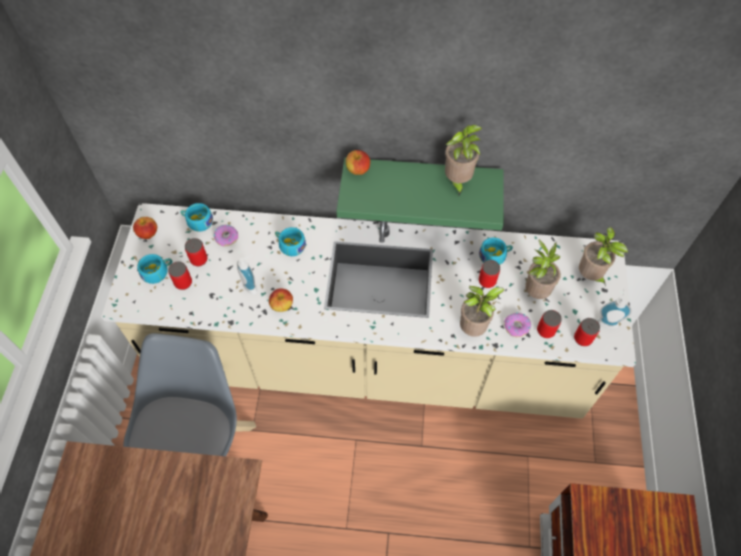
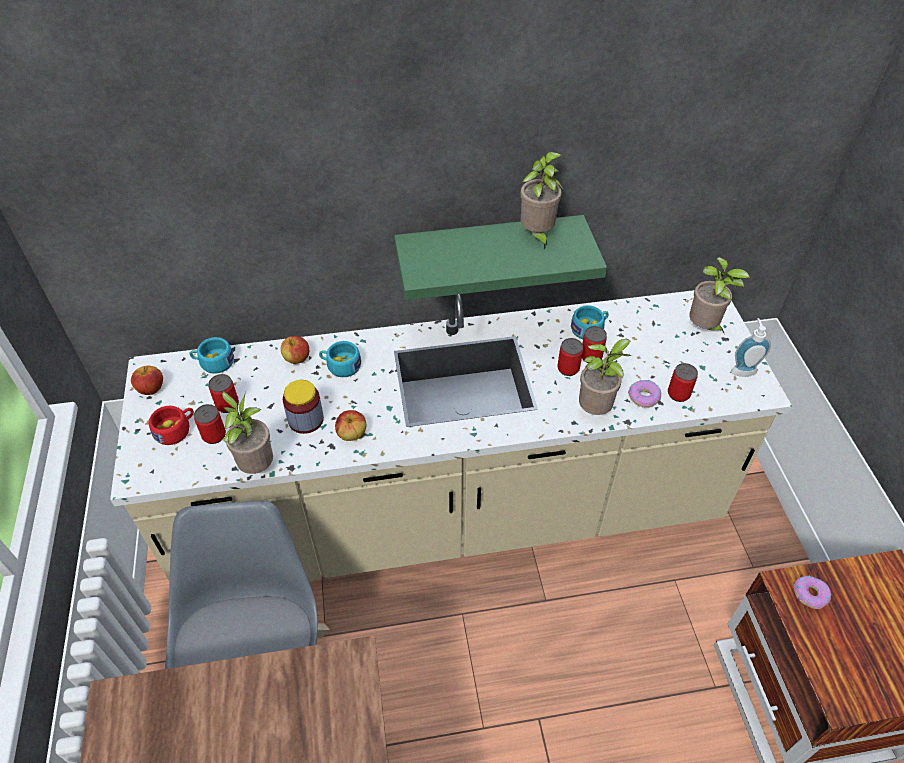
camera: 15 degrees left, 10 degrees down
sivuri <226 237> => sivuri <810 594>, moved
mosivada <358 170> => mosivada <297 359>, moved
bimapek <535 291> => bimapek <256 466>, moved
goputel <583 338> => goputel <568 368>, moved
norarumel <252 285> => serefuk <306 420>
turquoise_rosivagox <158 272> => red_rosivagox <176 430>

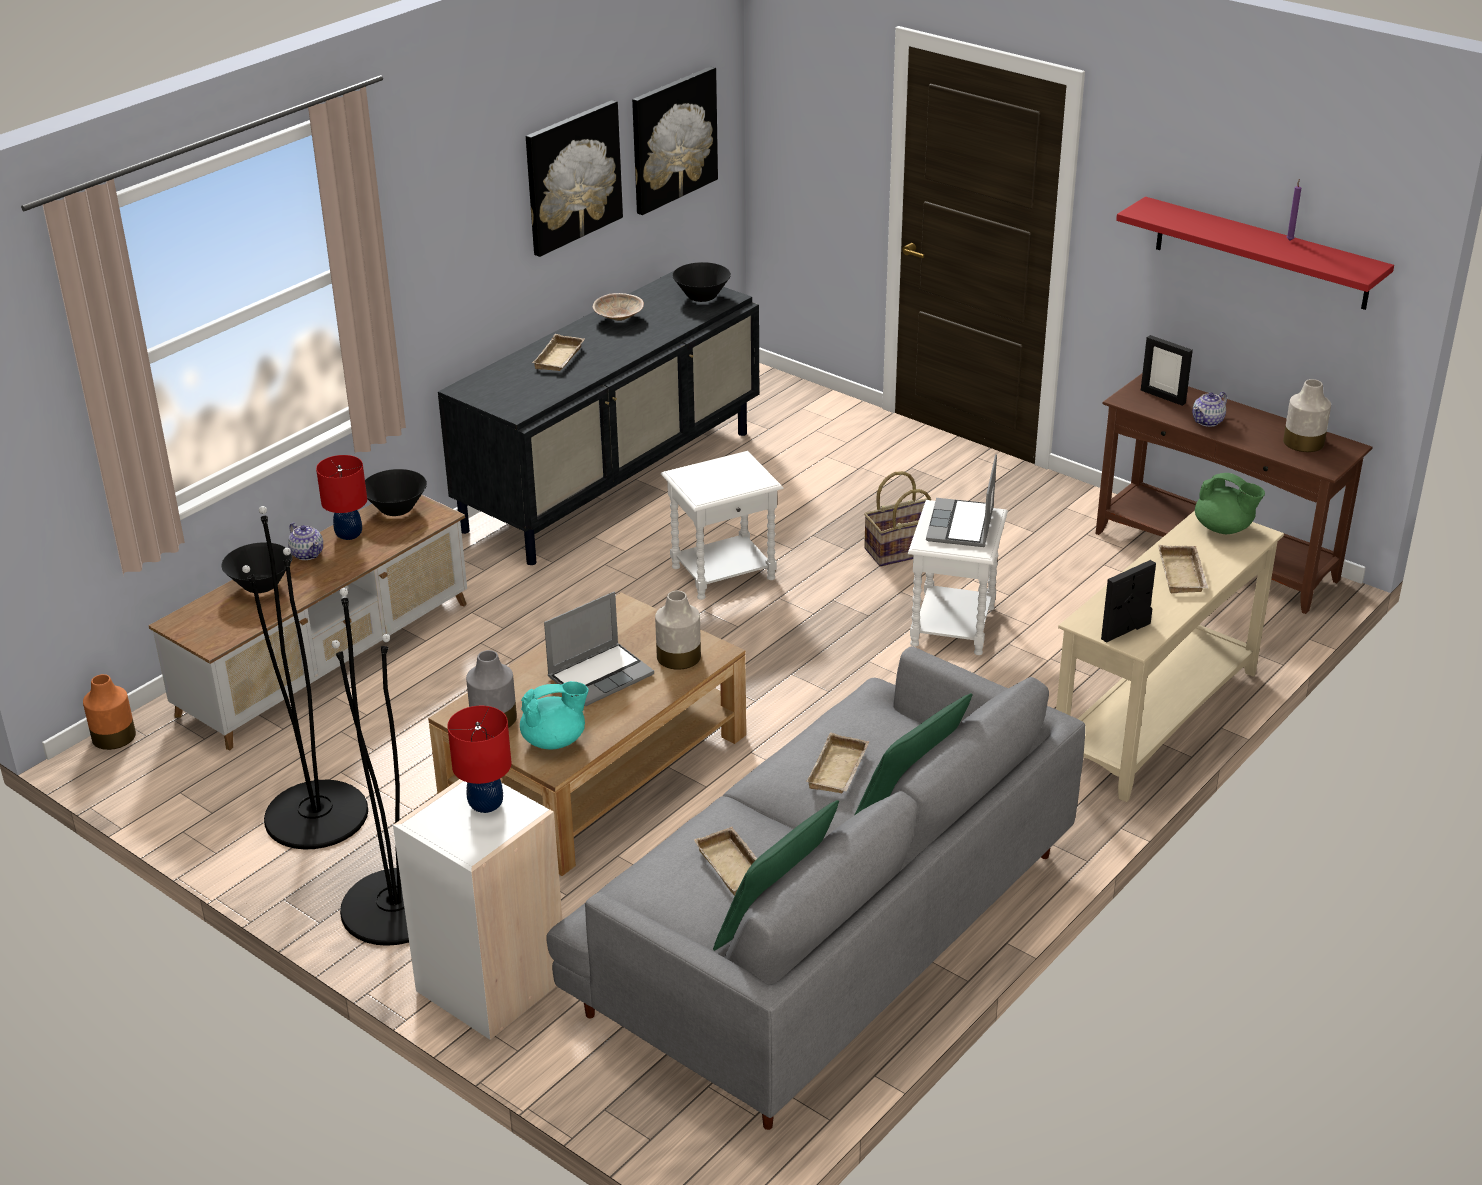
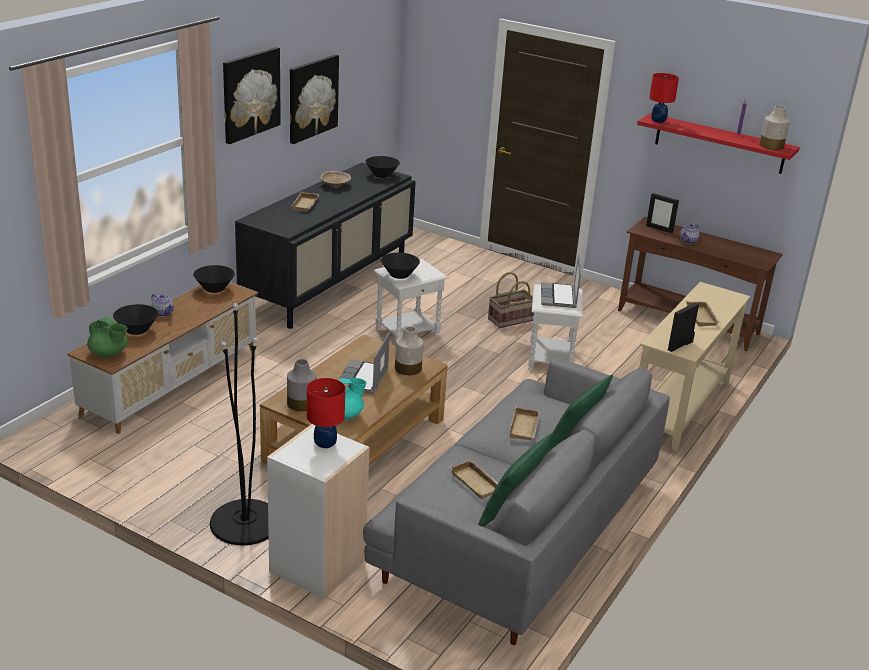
camera: 10 degrees left, 5 degrees down
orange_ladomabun <113 736> => nothing
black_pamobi <316 815> => nothing
nothing => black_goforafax <399 275>
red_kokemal <350 536> => red_kokemal <659 121>, moved
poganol <673 139> => poganol <250 94>, moved
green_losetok <1224 528> => green_losetok <109 353>, moved
beige_ladomabun <1304 442> => beige_ladomabun <771 145>, moved
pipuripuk <601 675> => pipuripuk <363 379>, 150 degrees clockwise

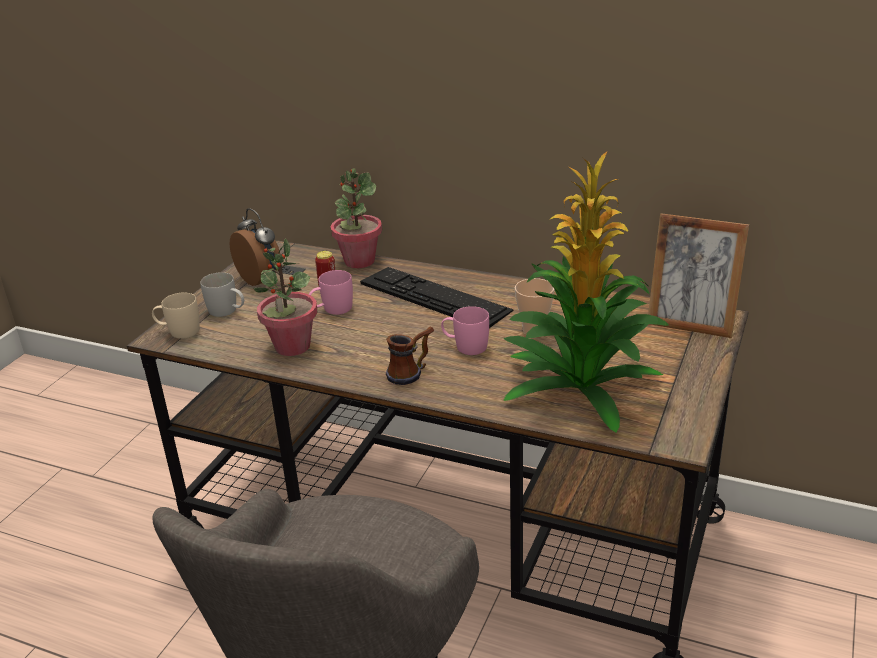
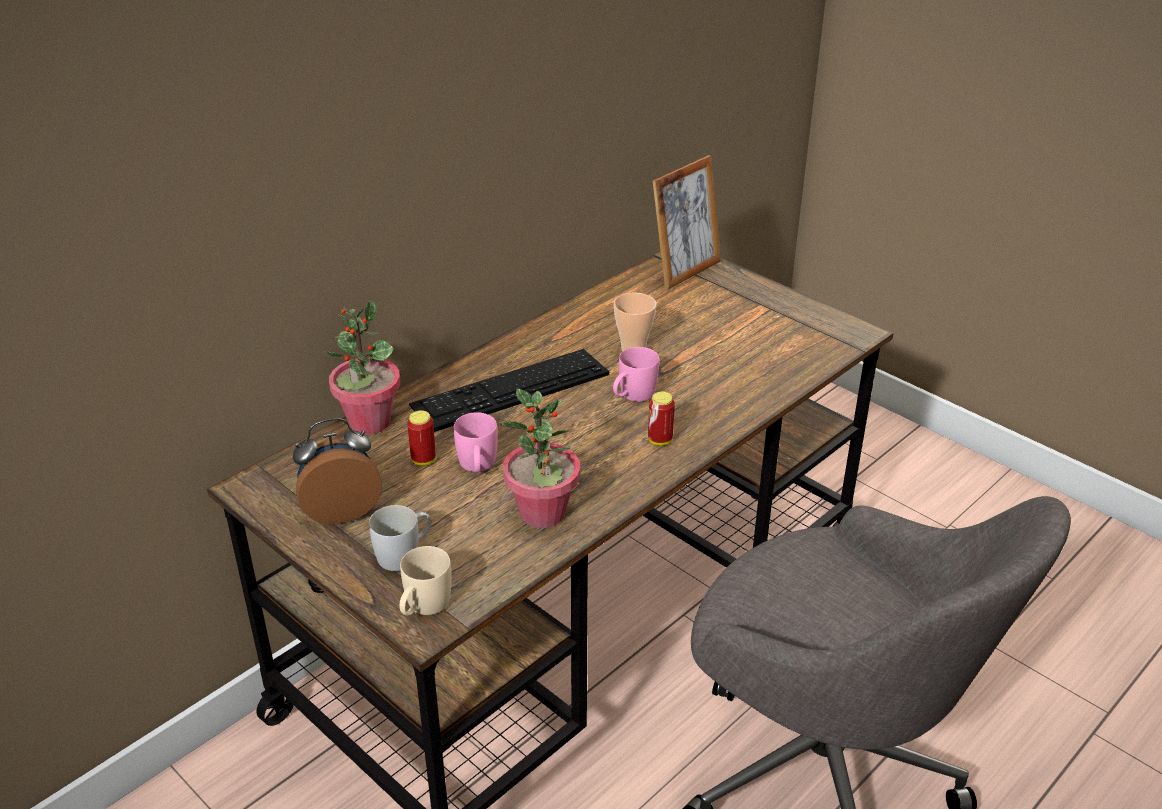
camera: 70 degrees left, 5 degrees up
bimapek <582 385> => nothing
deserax <411 372> => goputel <660 440>

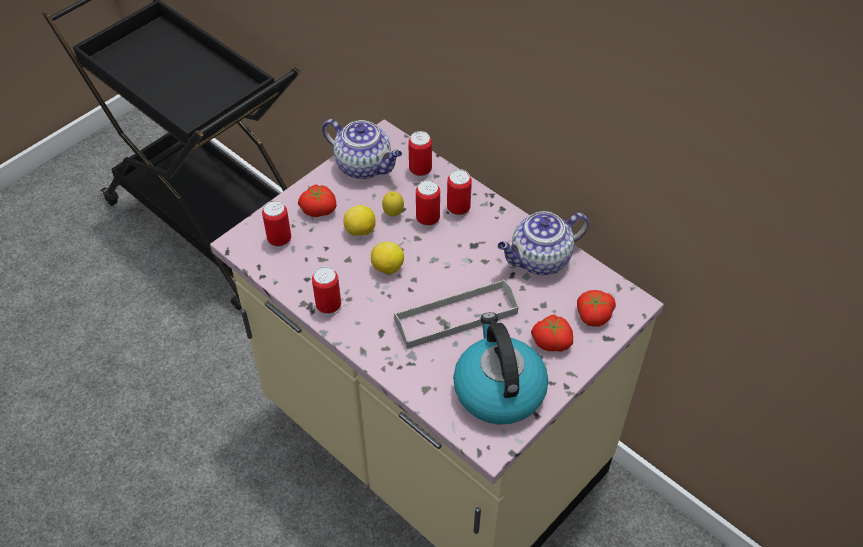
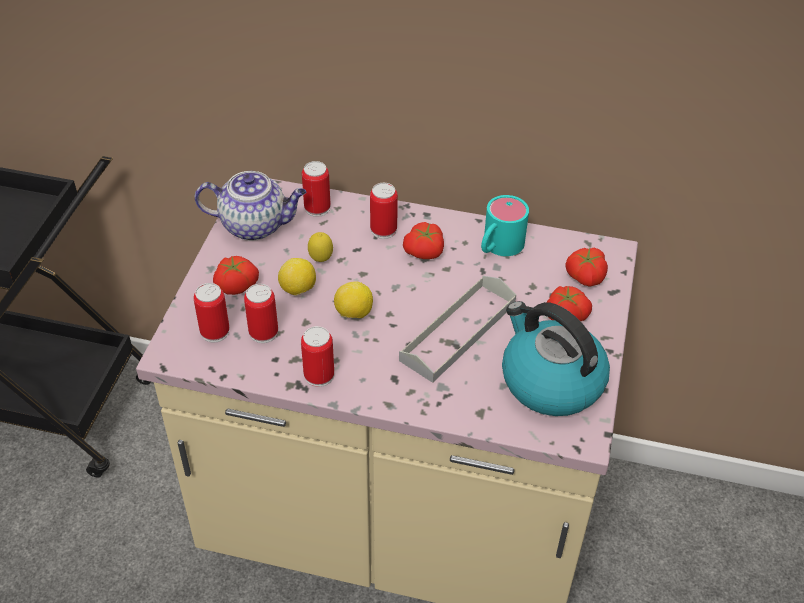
camera: 30 degrees left, 5 degrees down
nothing => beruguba <425 252>
goputel <428 219> => goputel <263 332>, moved
losetok <539 260> => turquoise_deserax <498 247>

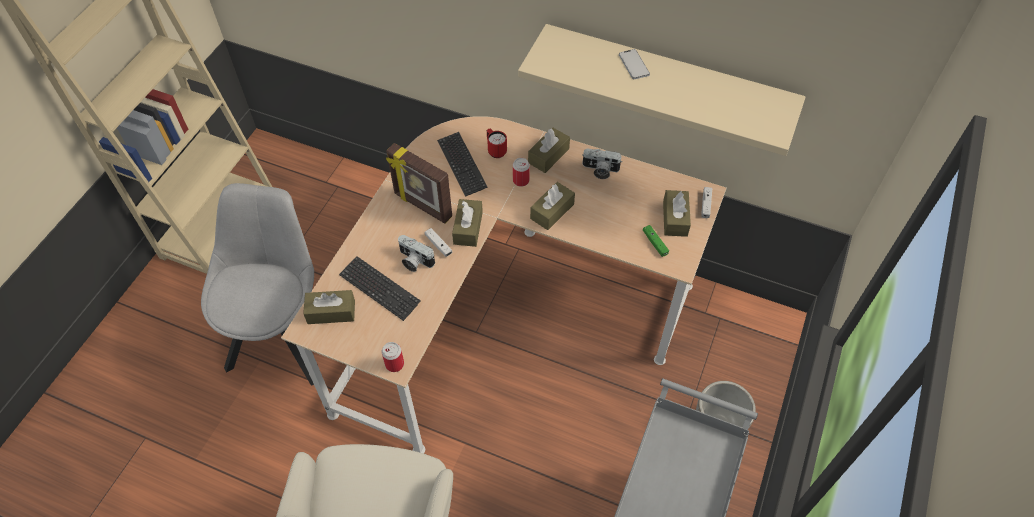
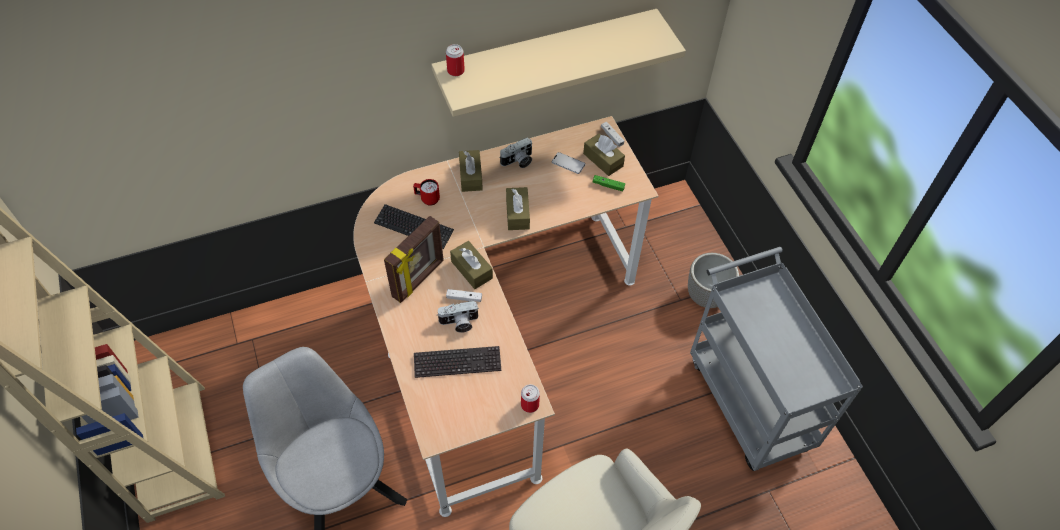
camera: 45 degrees left, 0 degrees up
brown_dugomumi <331 312> => nothing
goputel <521 180> => goputel <456 71>, moved
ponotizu <634 65> => ponotizu <568 163>, moved
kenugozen <422 206> => kenugozen <419 279>, 45 degrees counterclockwise

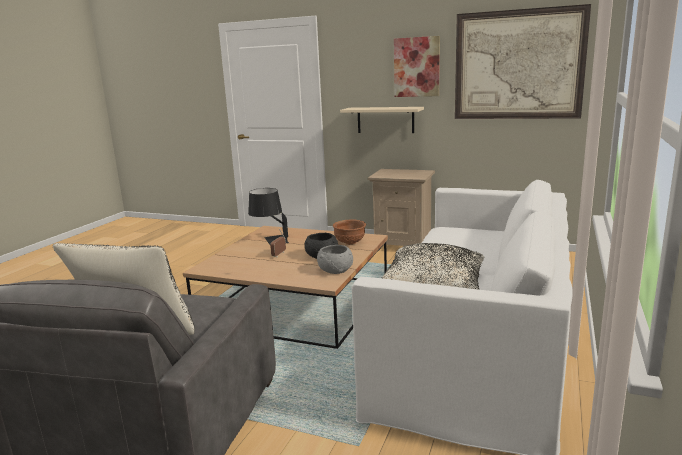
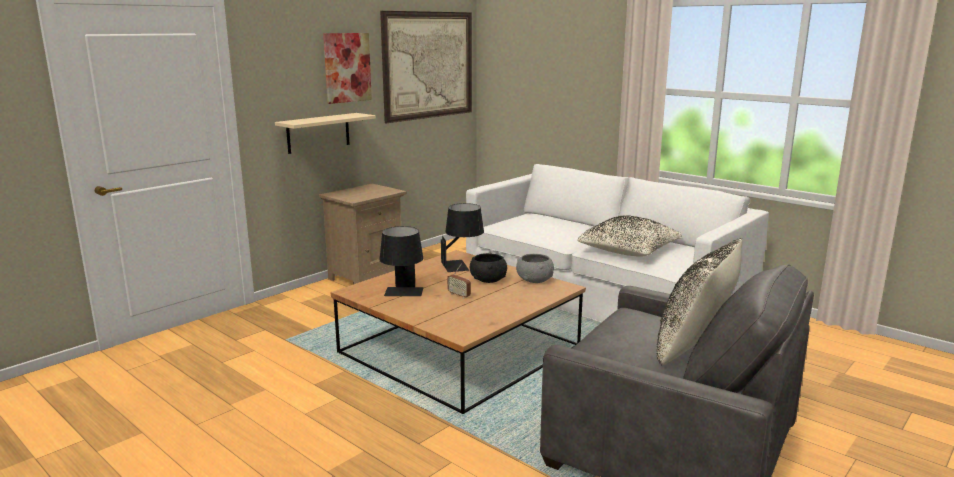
camera: 70 degrees left, 0 degrees up
brown_goforafax <350 243> => black_kokemal <462 265>

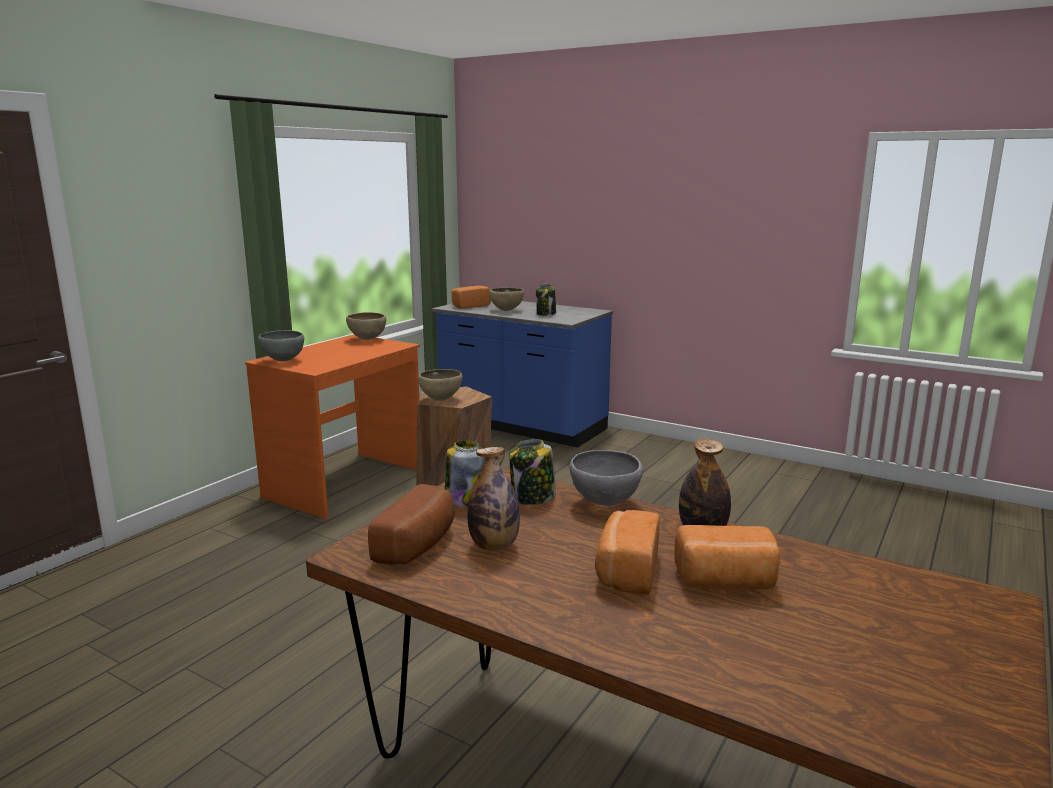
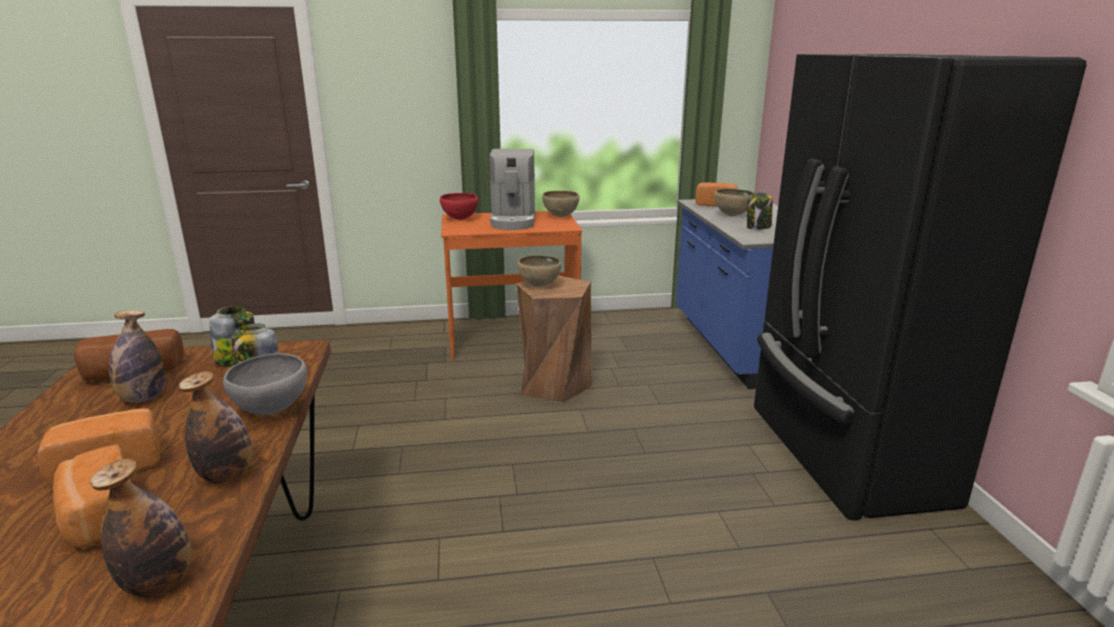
camera: 50 degrees right, 5 degrees up
nothing => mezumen <158 583>
nothing => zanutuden <513 220>
nothing => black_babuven <838 453>
grey_goforafax <283 361> => red_goforafax <459 219>

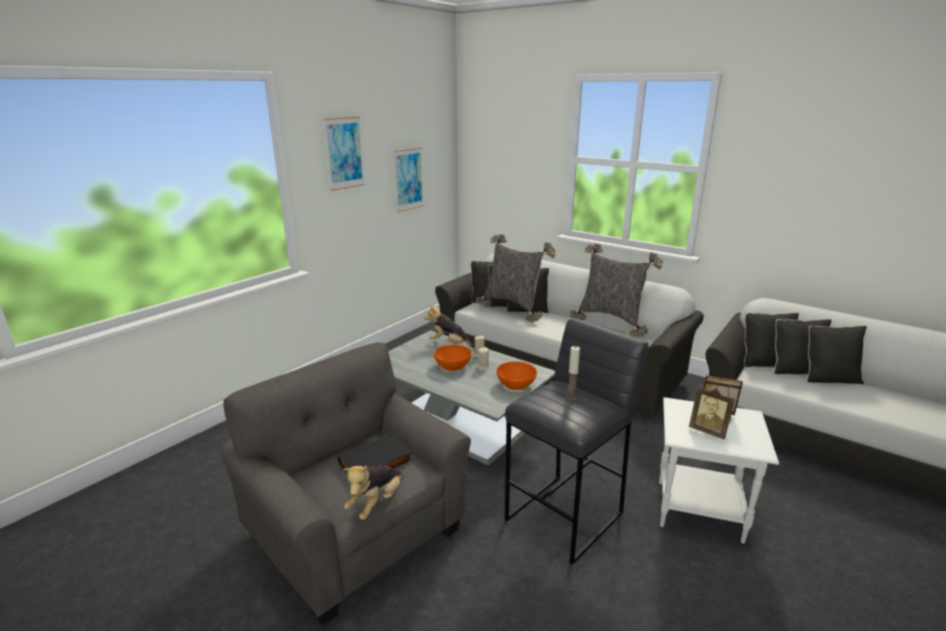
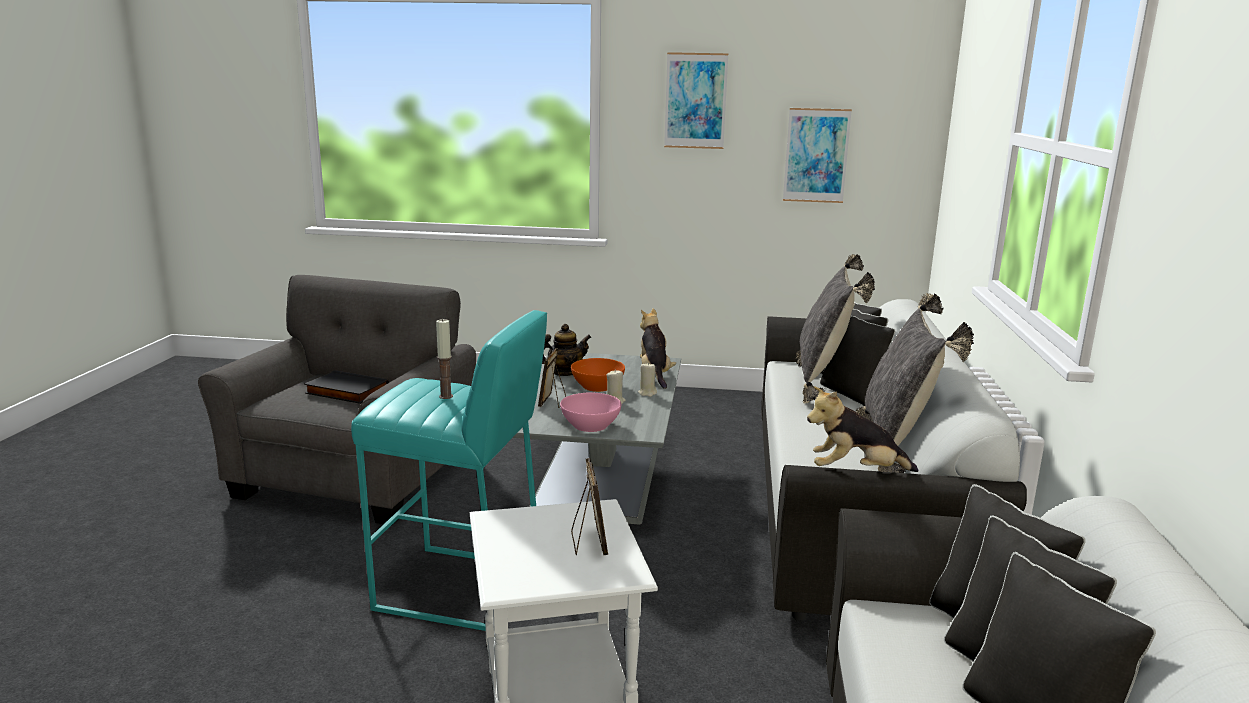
camera: 60 degrees right, 5 degrees down
nothing => losetok <564 373>
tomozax <376 503> => tomozax <855 472>, moved
kenugozen <708 431> => kenugozen <552 402>, moved
orange_goforafax <516 384> => pink_goforafax <590 425>
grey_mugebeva <565 515> => turquoise_mugebeva <462 588>

